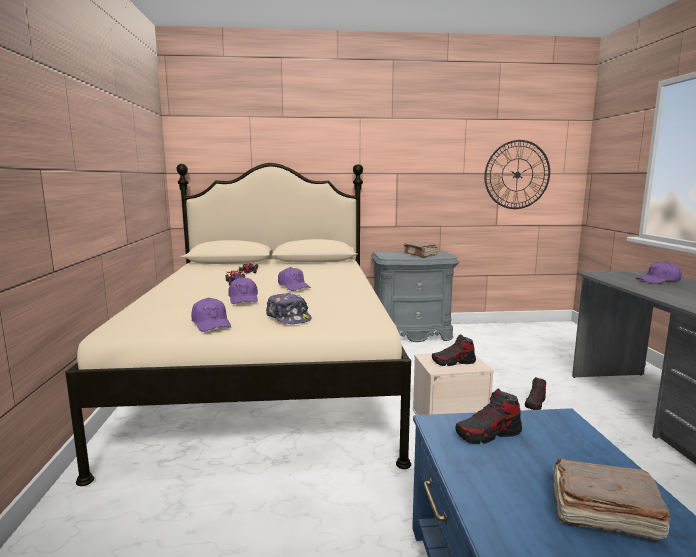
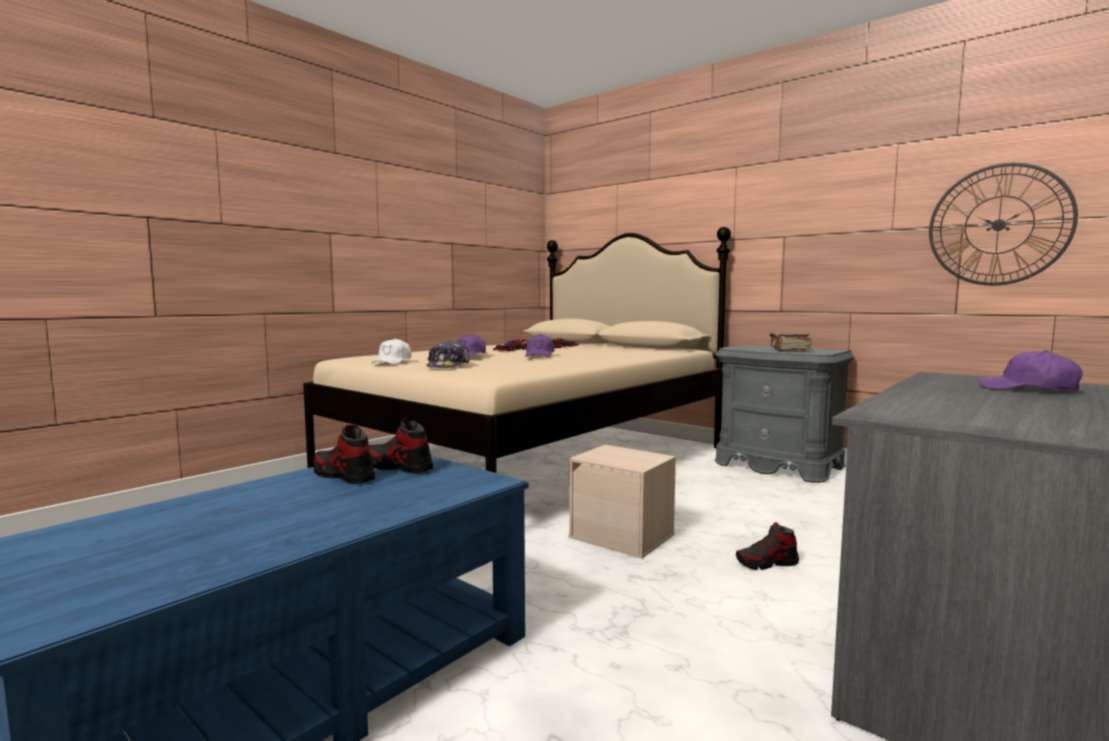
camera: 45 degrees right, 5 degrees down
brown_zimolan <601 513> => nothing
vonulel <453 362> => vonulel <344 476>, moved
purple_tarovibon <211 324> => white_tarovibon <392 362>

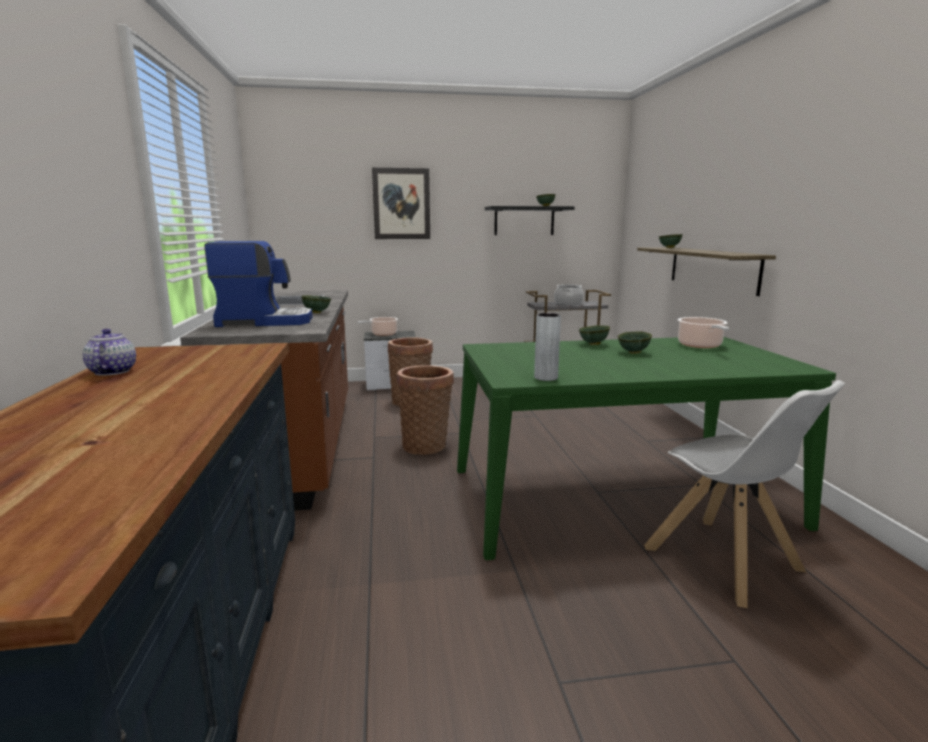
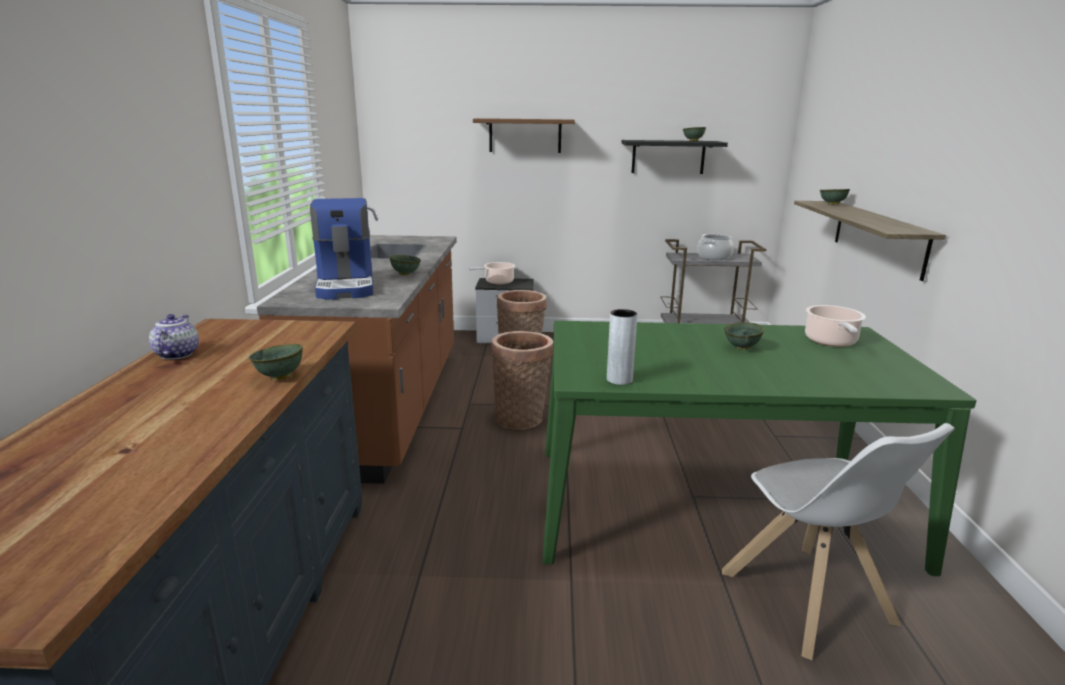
camera: 10 degrees right, 5 degrees up
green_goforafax <593 344> => green_goforafax <279 377>, moved
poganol <401 204> => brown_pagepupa <525 135>
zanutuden <265 321> => zanutuden <347 286>, 75 degrees clockwise

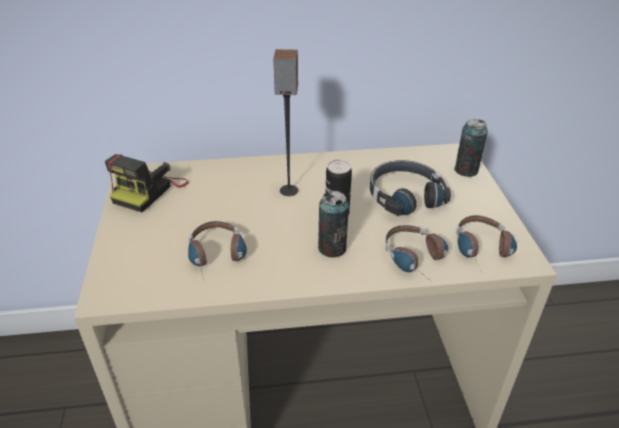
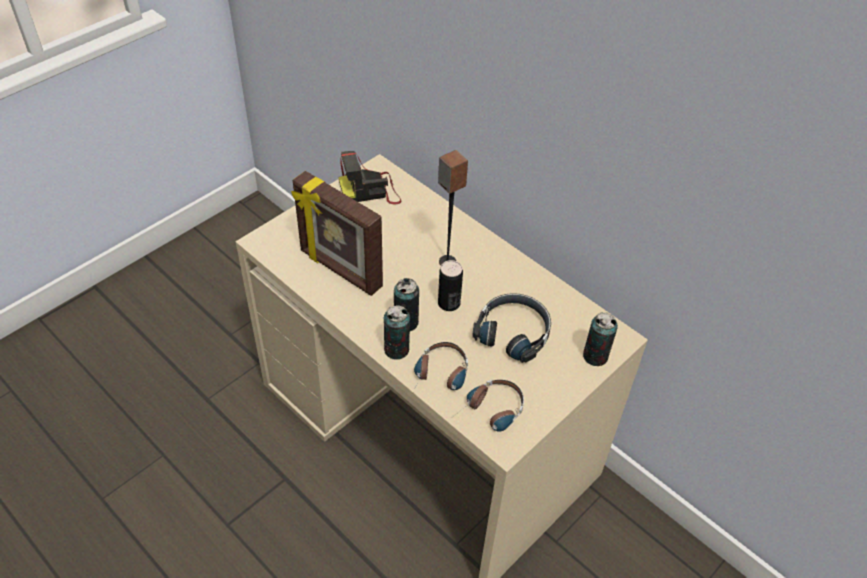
camera: 50 degrees right, 10 degrees up
nothing => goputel <396 349>
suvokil <218 258> => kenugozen <340 270>

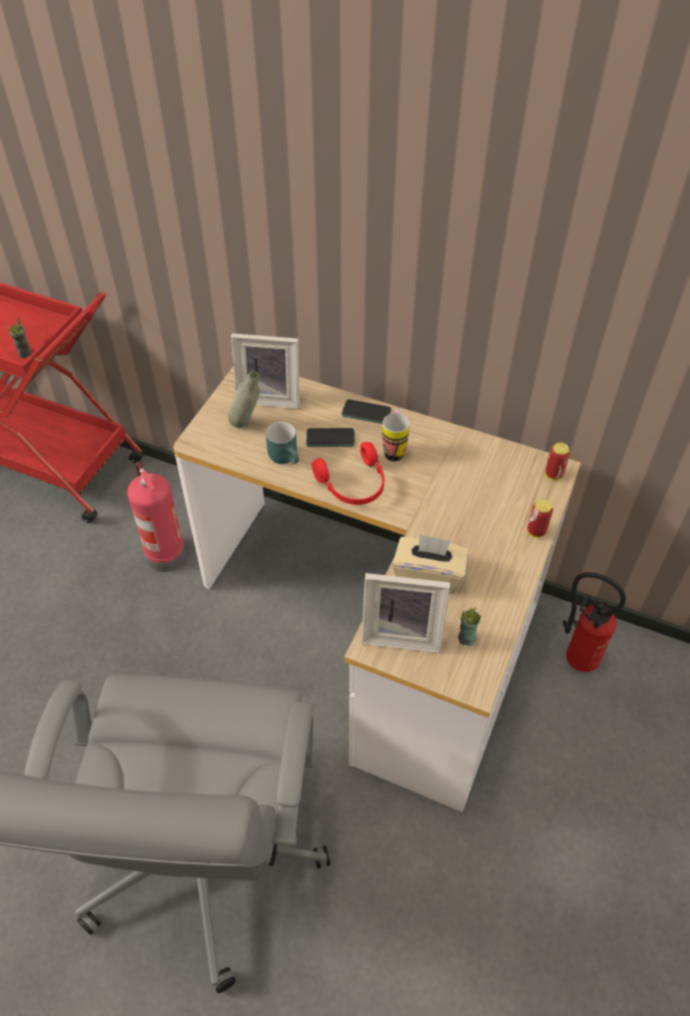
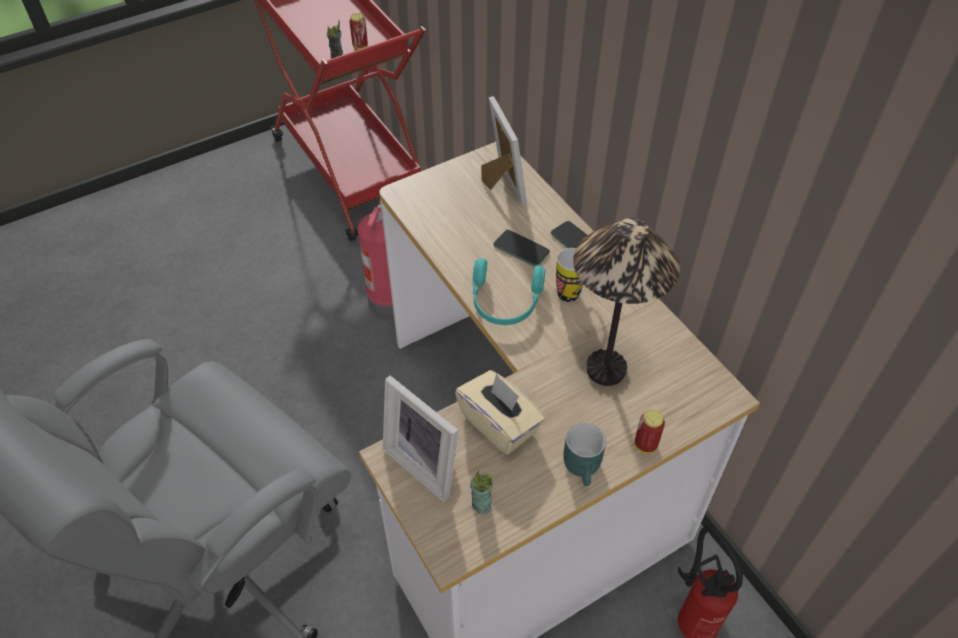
camera: 35 degrees right, 0 degrees up
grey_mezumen <247 426> => nothing
nothing => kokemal <605 368>
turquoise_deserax <287 457> => turquoise_deserax <585 468>, moved
goputel <553 475> => goputel <360 46>, moved
red_suvokil <353 484> => turquoise_suvokil <505 302>
kenugozen <270 397> => kenugozen <500 185>, 150 degrees counterclockwise

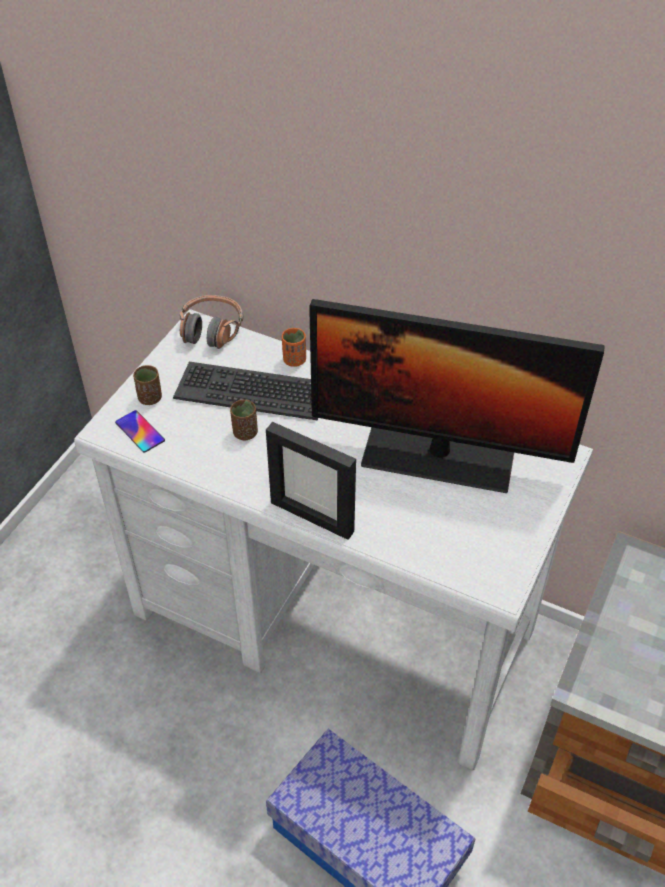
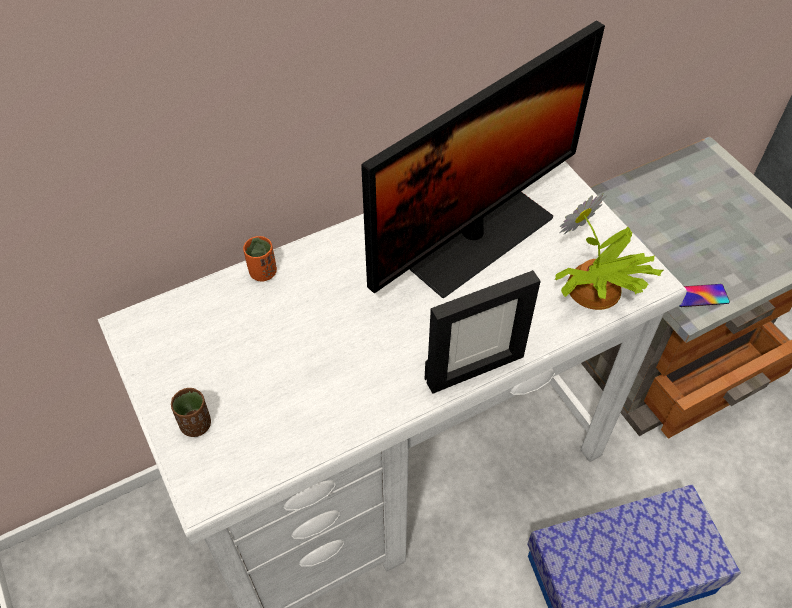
camera: 55 degrees left, 5 degrees up
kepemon <252 391> => nothing
suvokil <211 330> => nothing
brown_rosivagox <245 433> => nothing
nothing => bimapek <594 291>
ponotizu <140 431> => ponotizu <700 296>, moved

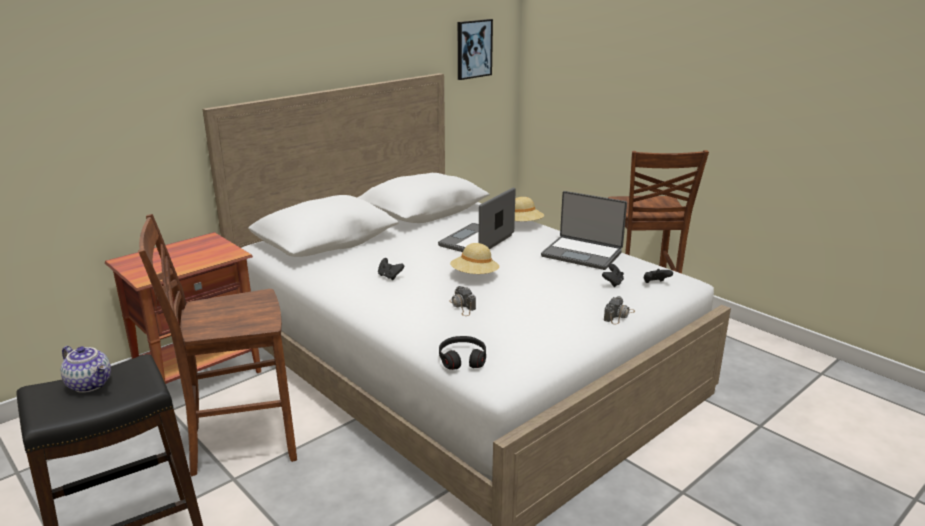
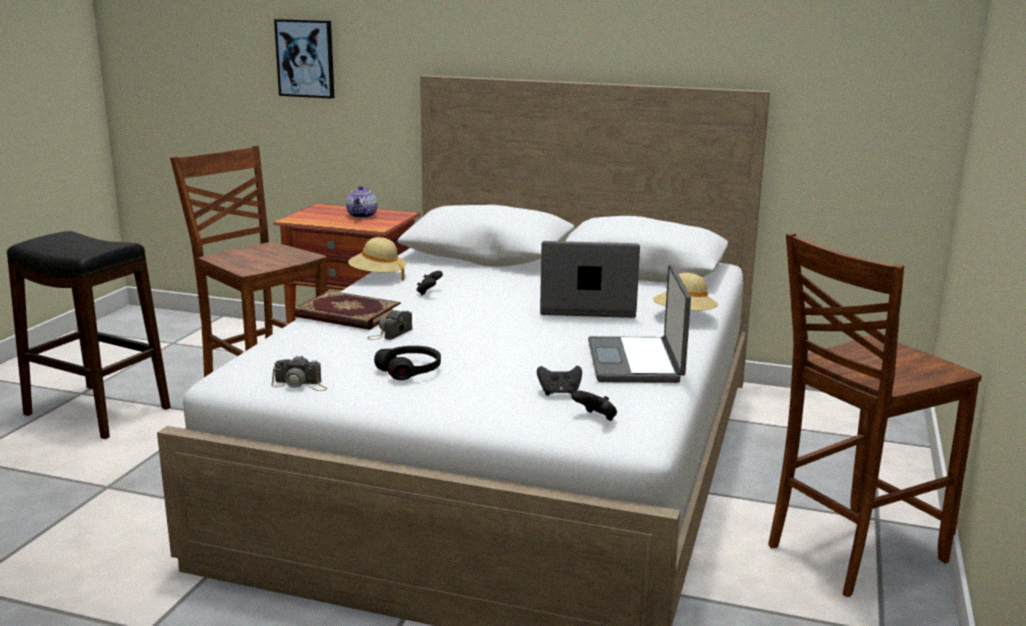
camera: 60 degrees right, 5 degrees down
nothing => zimolan <347 315>
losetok <91 384> => losetok <363 216>, moved
black_suvokil <462 359> => black_suvokil <410 370>, moved
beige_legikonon <474 276> => beige_legikonon <377 277>, moved
poganol <473 49> => poganol <305 58>, moved
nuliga <619 315> => nuliga <300 384>, moved

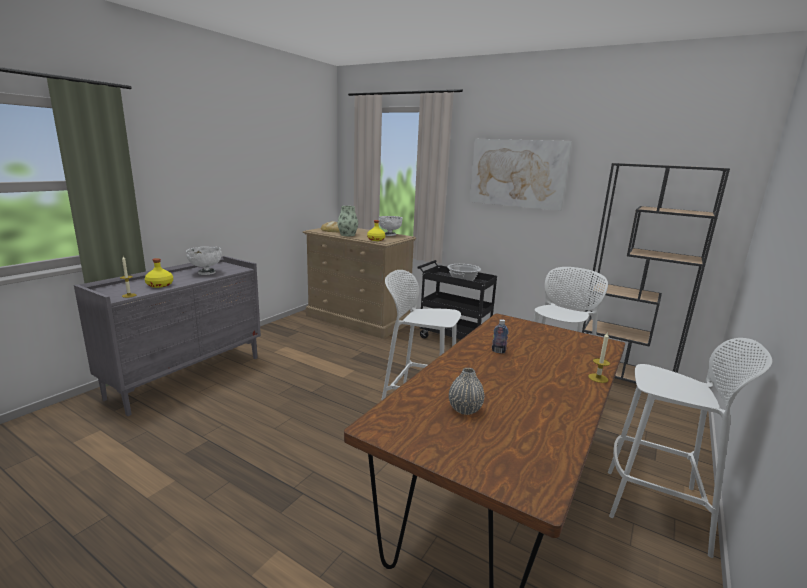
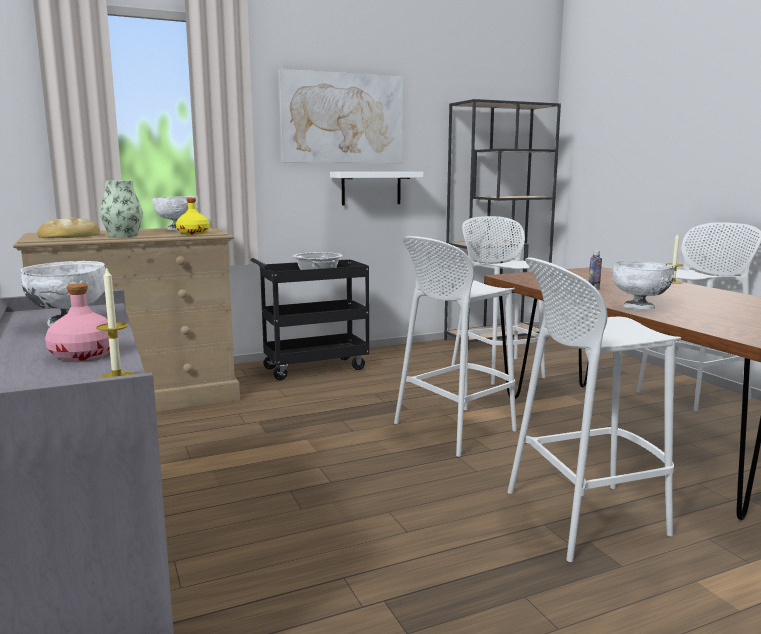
camera: 55 degrees left, 5 degrees down
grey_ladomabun <464 409> => nothing
nothing => white_pagepupa <371 188>
nothing => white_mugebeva <584 517>
nothing => white_goforafax <639 308>
yellow_mezumen <159 285> => pink_mezumen <84 354>

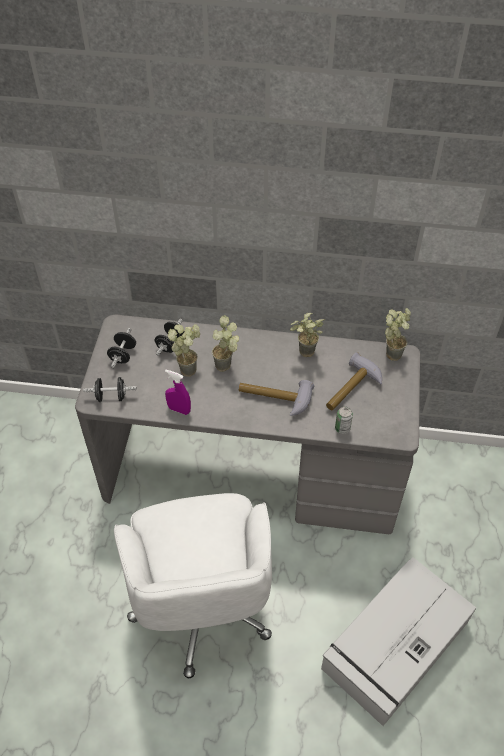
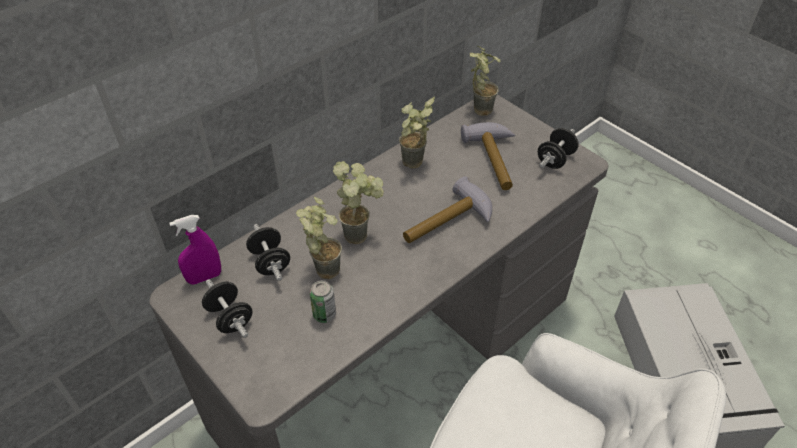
camera: 50 degrees left, 5 degrees down
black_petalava <111 396> => black_petalava <555 159>, moved
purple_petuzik <179 409> => purple_petuzik <204 277>, moved
goputel <342 428> => goputel <324 314>, moved

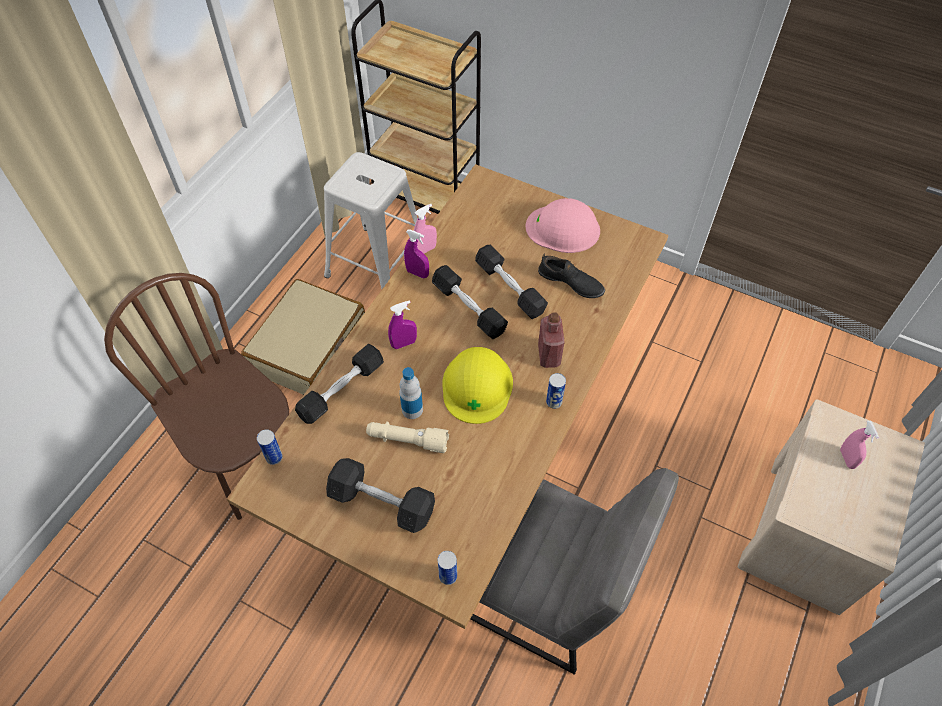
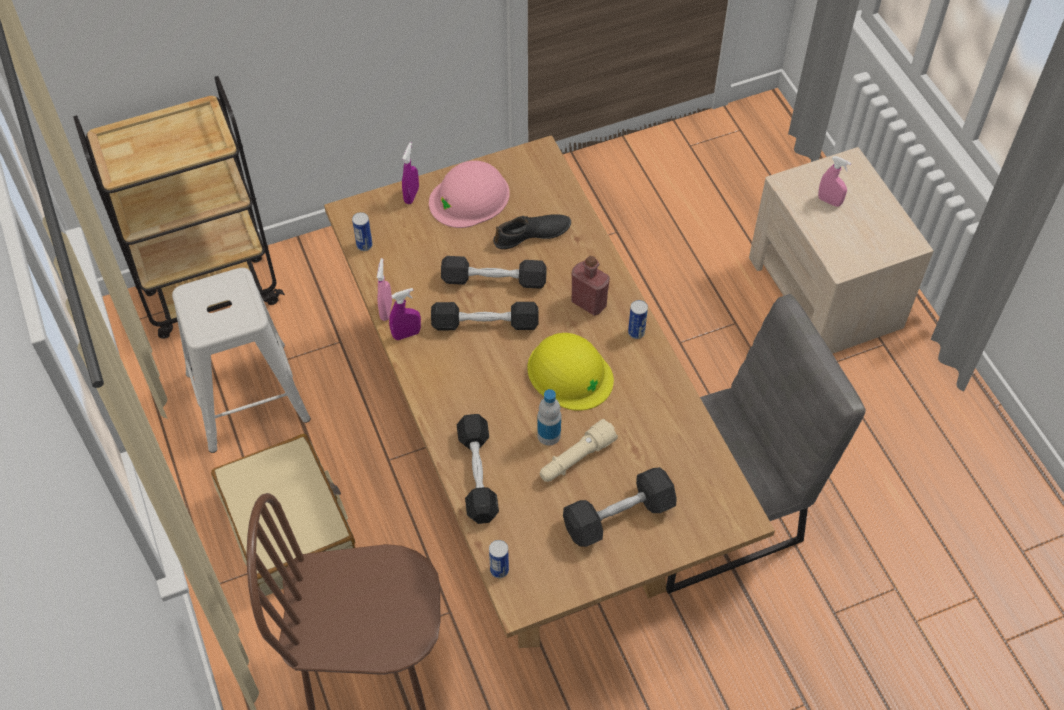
camera: 50 degrees left, 0 degrees up
purple_petuzik <404 343> => purple_petuzik <411 195>, moved
goputel <448 576> => goputel <364 245>, moved

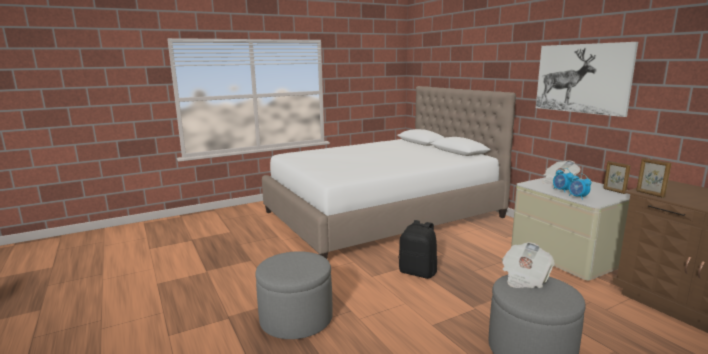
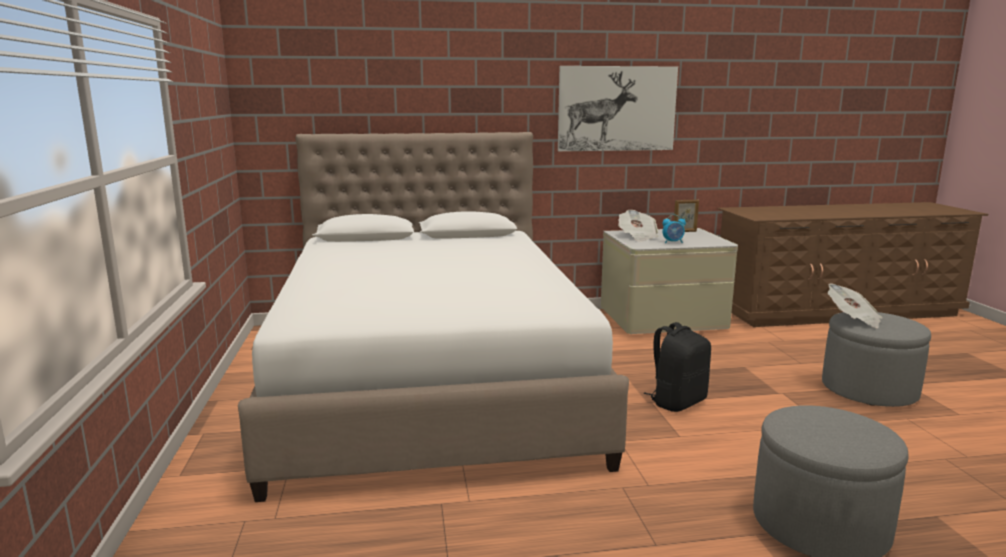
camera: 70 degrees left, 0 degrees up
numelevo <578 197> => nothing
kenugozen <650 194> => nothing

